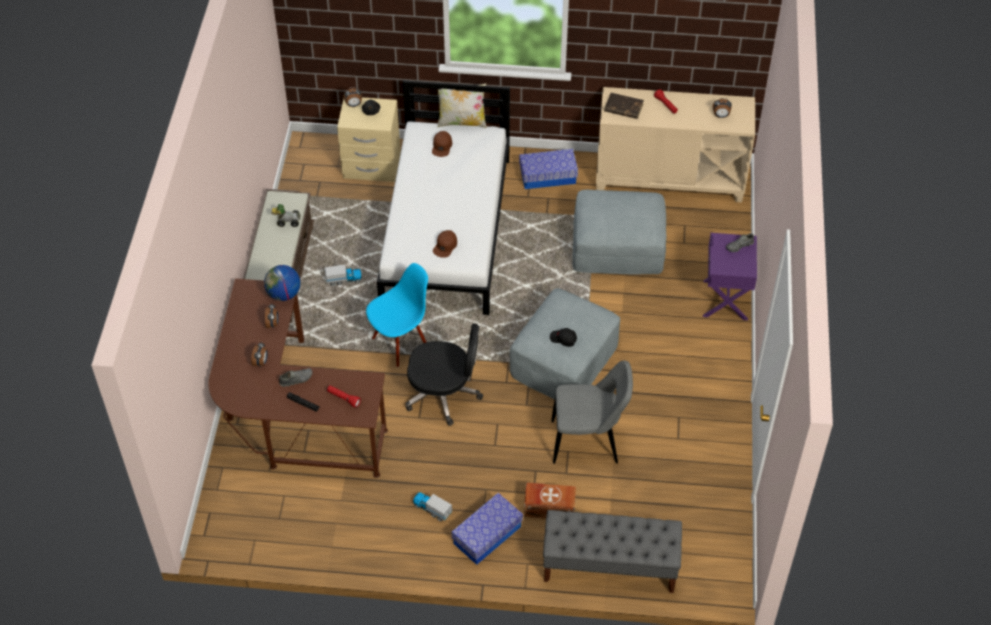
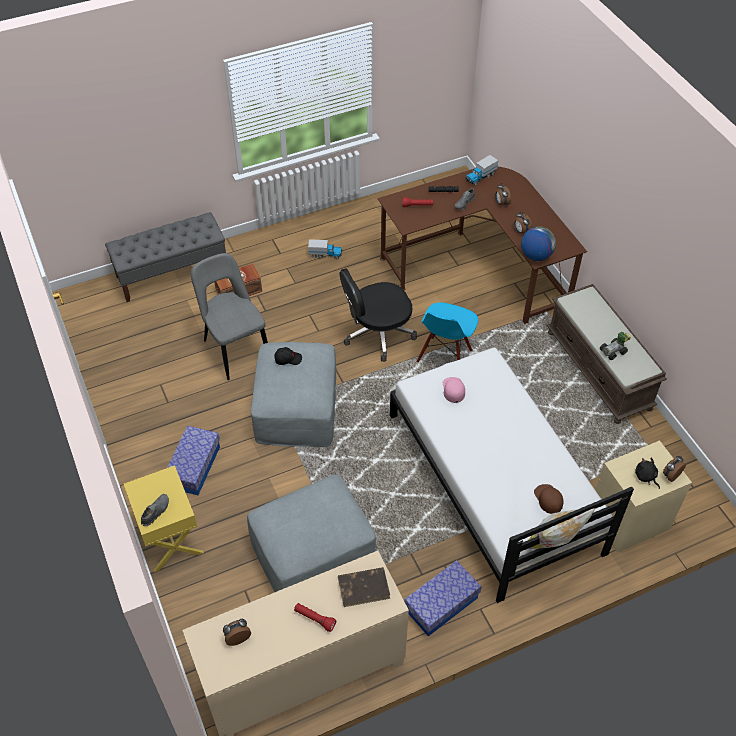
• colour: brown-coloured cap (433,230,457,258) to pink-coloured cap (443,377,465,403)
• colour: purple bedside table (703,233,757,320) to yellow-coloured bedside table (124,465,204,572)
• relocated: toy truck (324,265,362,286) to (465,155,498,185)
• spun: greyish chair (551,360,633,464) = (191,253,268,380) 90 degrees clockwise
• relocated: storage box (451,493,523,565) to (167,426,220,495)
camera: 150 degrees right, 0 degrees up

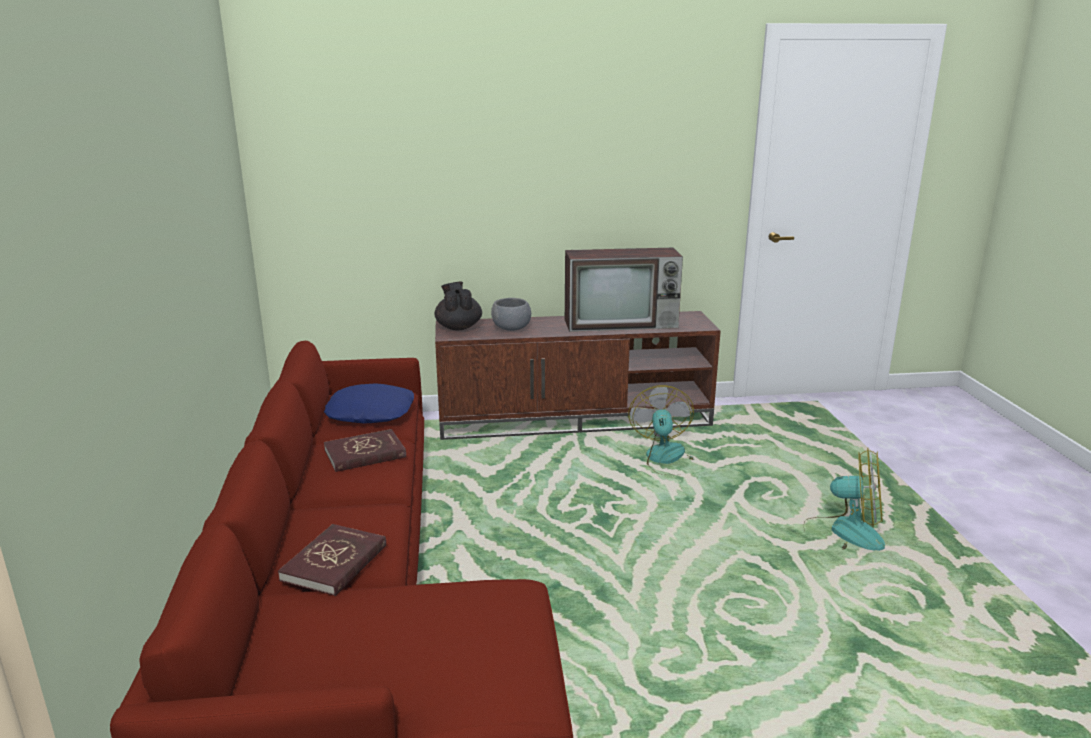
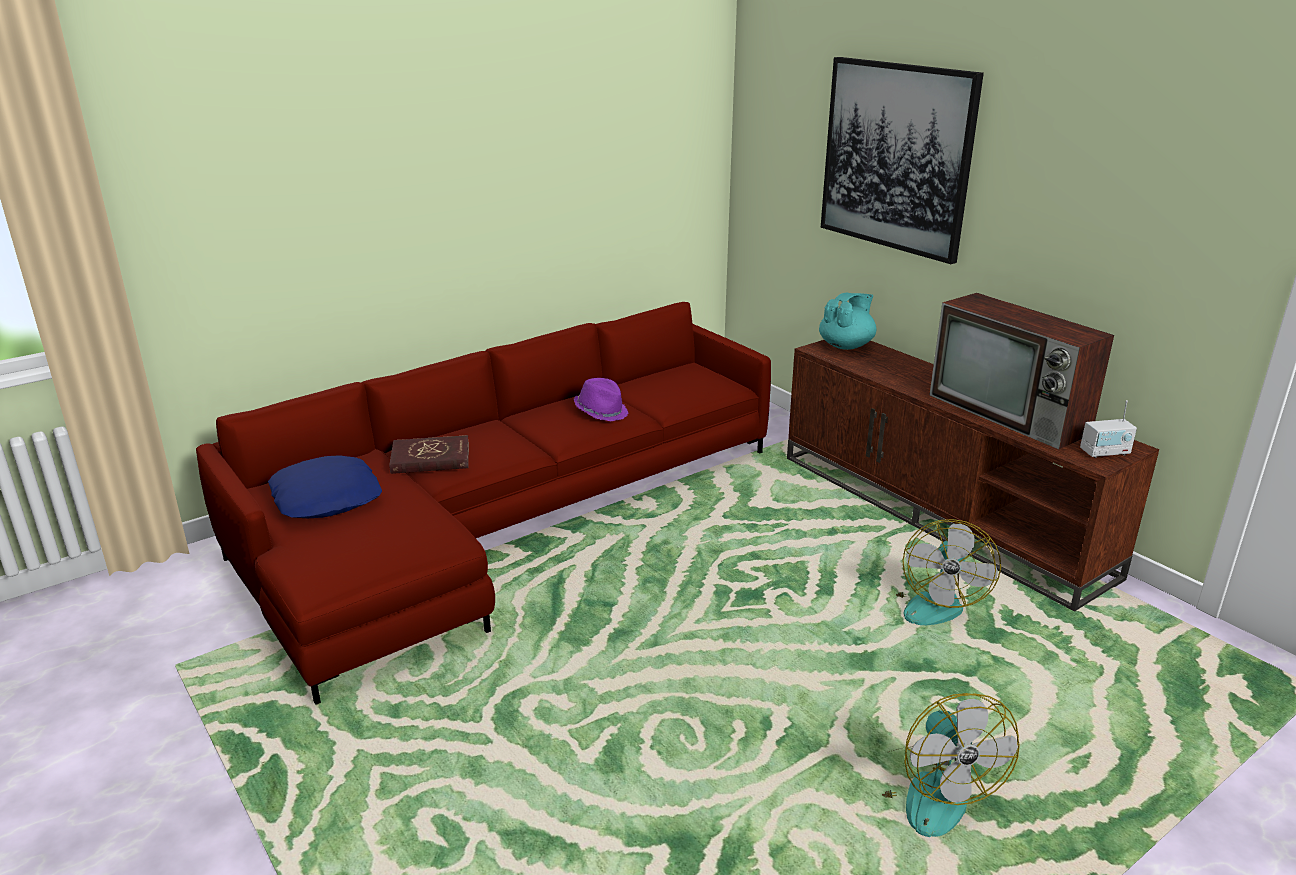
• colour: blackish tea pot (435,281,482,330) to blue-green tea pot (819,293,876,350)
• missing: greyish deep dish (491,298,531,331)
• relocated: blue throw pillow (324,383,414,423) to (268,455,382,518)
• spun: cooling fan (628,385,694,475) = (896,519,1001,625) 135 degrees clockwise
• exchanged: reddish book (324,429,406,472) to purple wearable hat (574,378,628,421)
• appeared: wall art (821,57,984,264)
• appeared: radio receiver (1080,400,1137,458)
camera: 60 degrees right, 5 degrees up

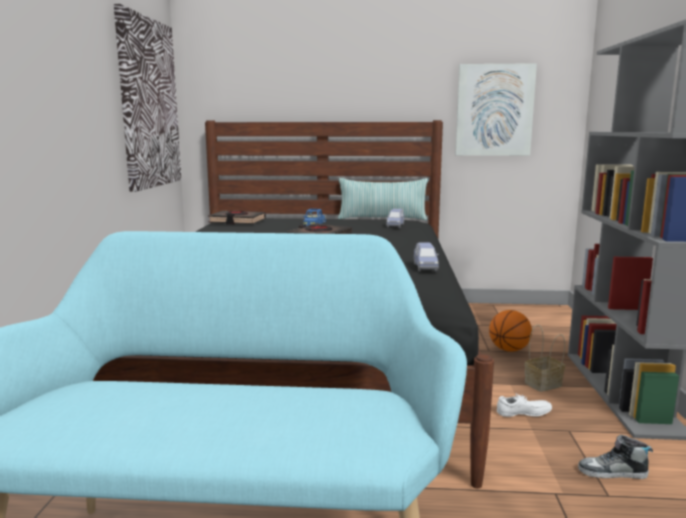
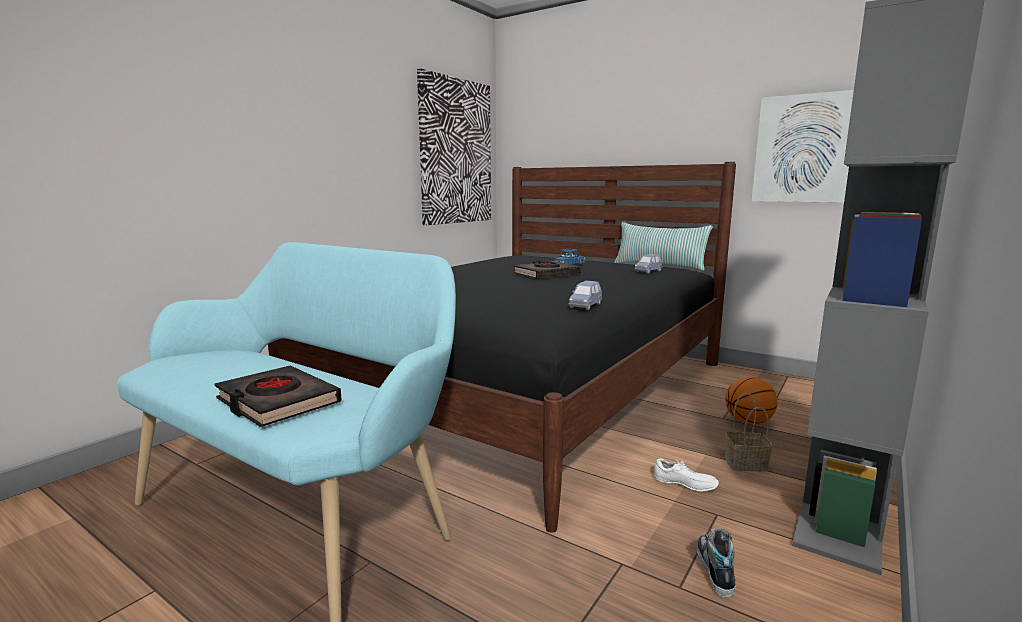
• relocated: blackish book (208,211,266,224) to (215,366,341,427)
• spun: shoe (578,435,653,479) = (697,528,736,598) 60 degrees clockwise
camera: 30 degrees right, 0 degrees up

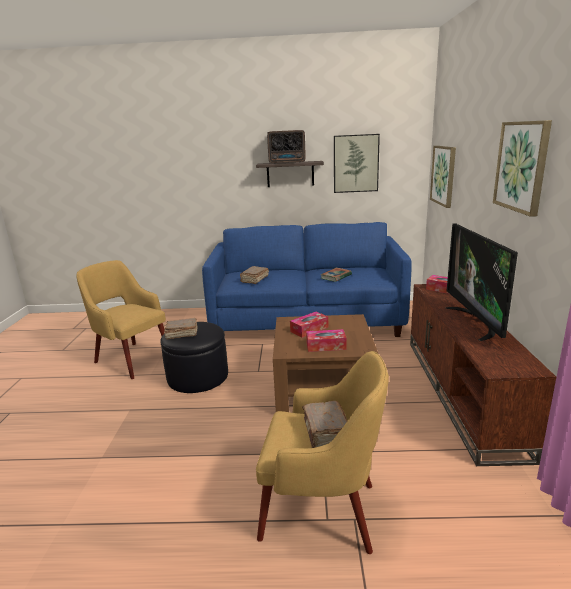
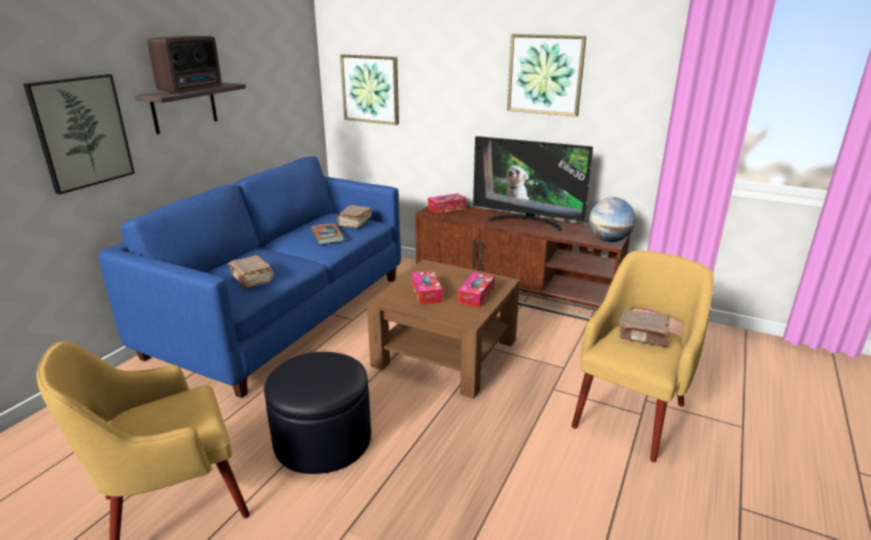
• relocated: wall art (334,134,380,193) to (23,74,135,194)
• relocated: brown-coloured book (164,318,198,340) to (337,205,372,229)
• appeared: world globe (589,197,636,242)
camera: 65 degrees left, 5 degrees up

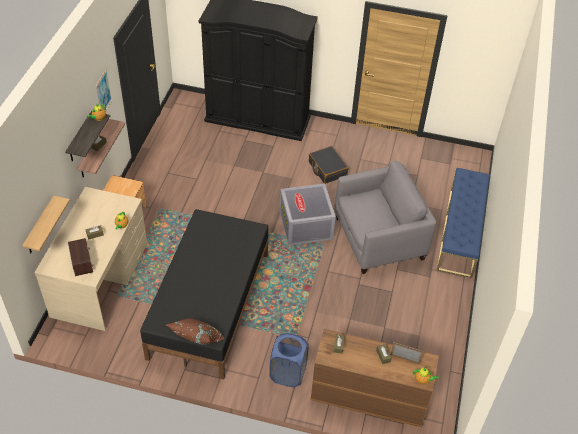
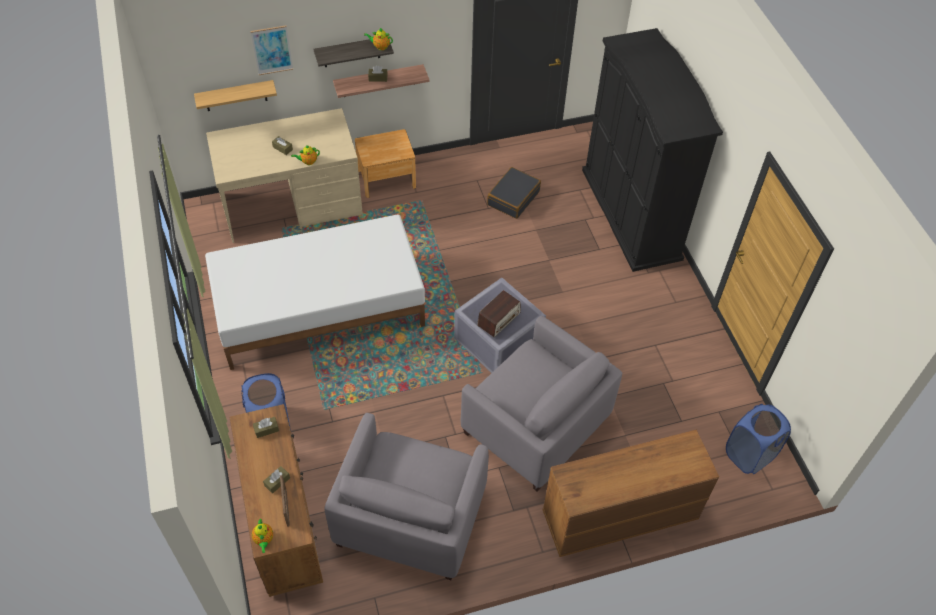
• relocated: wall art (95,69,112,111) to (251,25,293,75)
• relocated: blackish piece of luggage (309,146,348,184) to (487,167,541,219)
• exchanged: blue long seat (437,168,490,278) to brown-coloured drawer chest (543,430,719,557)
• colour: blackish sleeping bed (140,209,268,379) to whitish sleeping bed (205,214,425,370)
• relocated: radio receiver (68,238,93,276) to (477,290,521,337)
• missing: brown-coloured throw pillow (166,318,224,345)
• appeared: blue hamper (726,404,791,474)
• appeared: greyish lounge chair (324,413,489,580)
camera: 60 degrees right, 5 degrees up

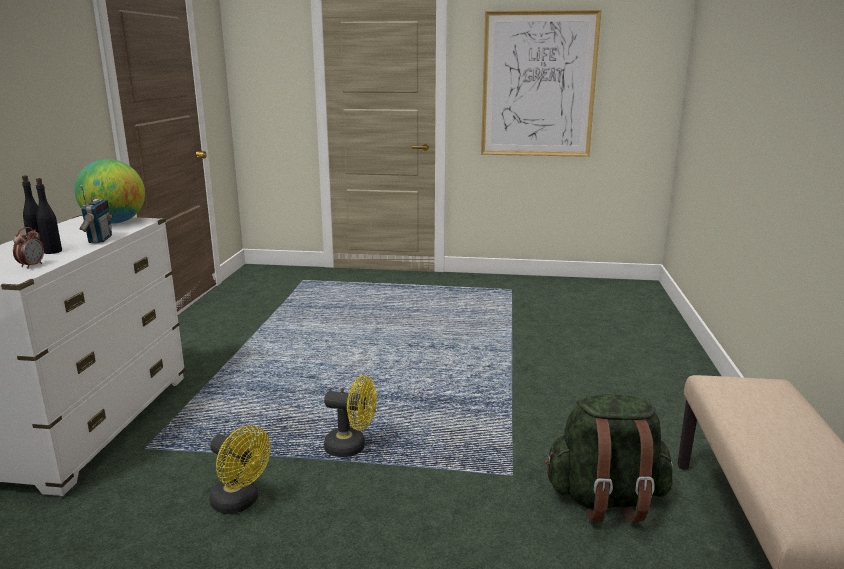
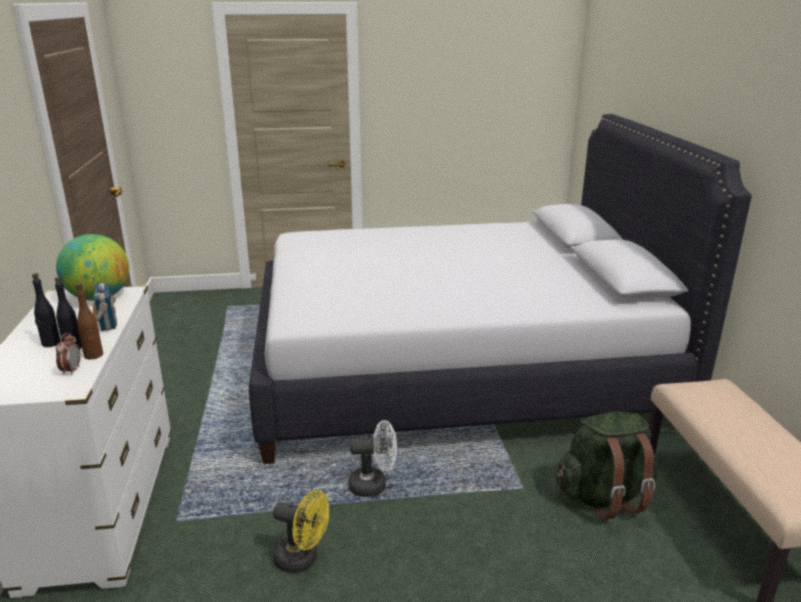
• missing: wall art (481,10,602,157)
• colour: yellow-coloured cooling fan (324,375,377,457) to whitish cooling fan (349,420,397,497)
• appeared: whitish sleeping bed (249,114,752,464)
• appeared: brown-coloured drink bottle (76,283,103,359)
camera: 15 degrees left, 5 degrees up

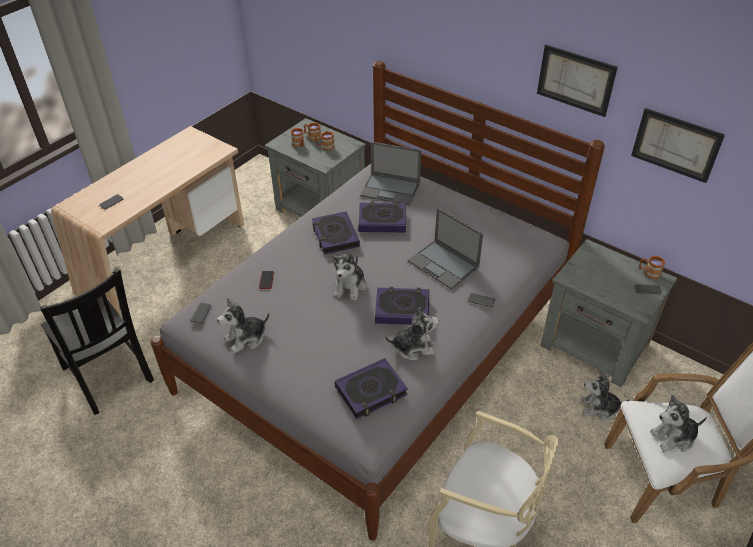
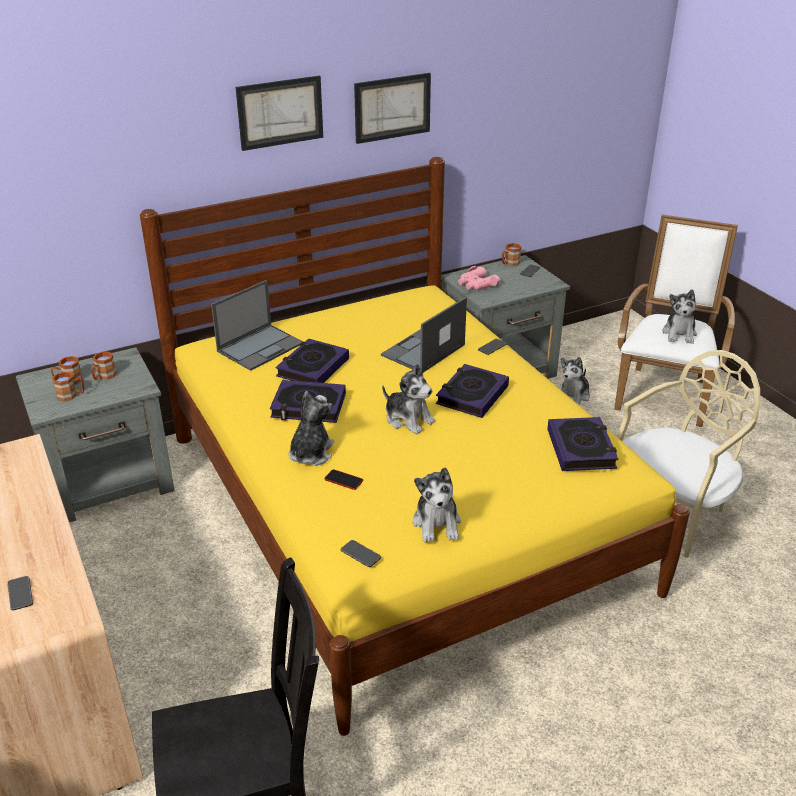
• colour: greyish sleeping bed (150,61,605,541) to yellow-coloured sleeping bed (140,157,690,736)
• relocated: wall art (631,108,725,183) to (236,76,323,151)
• spun: laptop (408,208,483,290) = (381,297,467,373) 150 degrees clockwise
• relocated: soft toy (385,307,439,360) to (289,391,334,466)
• appeared: pink-coloured pair of binoculars (458,266,500,290)
camera: 65 degrees left, 10 degrees down

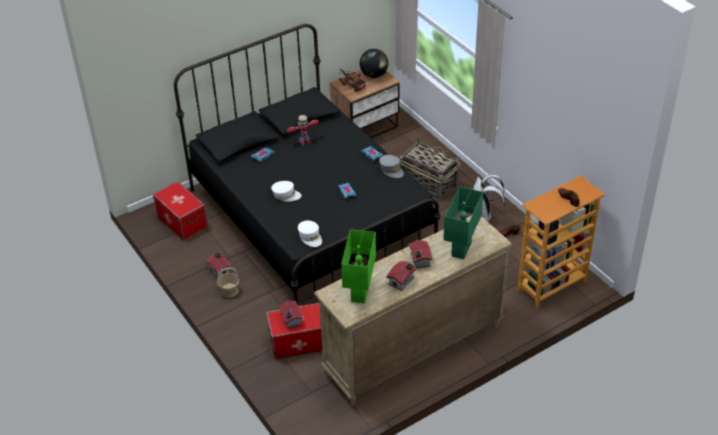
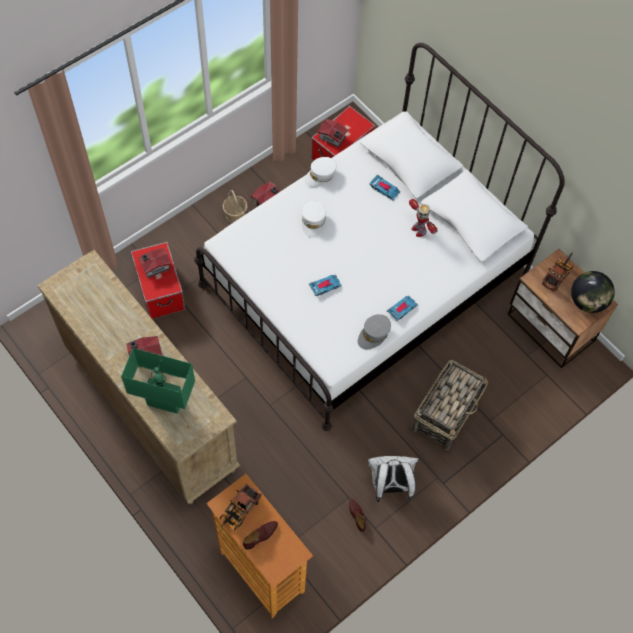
• colour: blackish sleeping bed (174,24,441,304) to whitish sleeping bed (194,43,565,431)
• relocated: whitish cap (298,221,322,247) to (304,157,337,187)
• missing: green-coloured table lamp (341,229,376,303)
• relocated: miniature house (386,261,417,291) to (317,119,348,147)
• appeared: toy truck (220,483,262,531)
camera: 80 degrees right, 20 degrees up

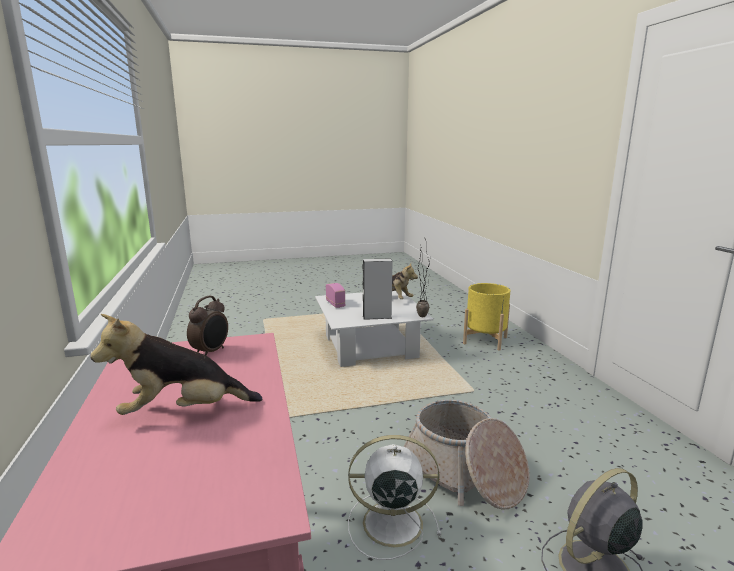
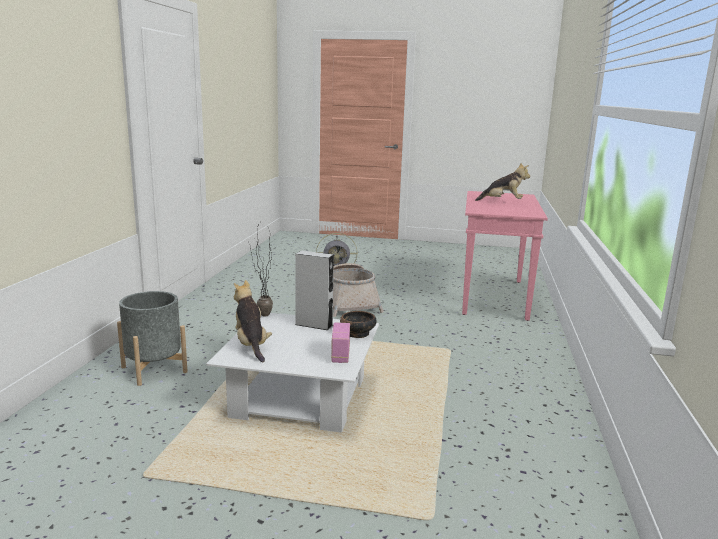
• colour: yellow-coloured plant pot (463,283,511,351) to greyish plant pot (117,291,188,386)
• missing: table clock (187,296,228,355)
• missing: whitish cooling fan (348,435,441,560)
• appeared: deep dish (340,311,377,338)
camera: 155 degrees left, 0 degrees up

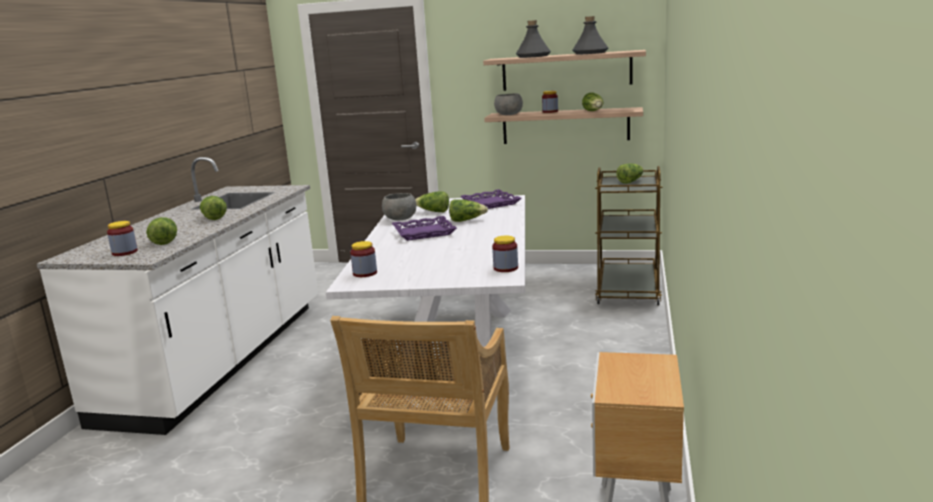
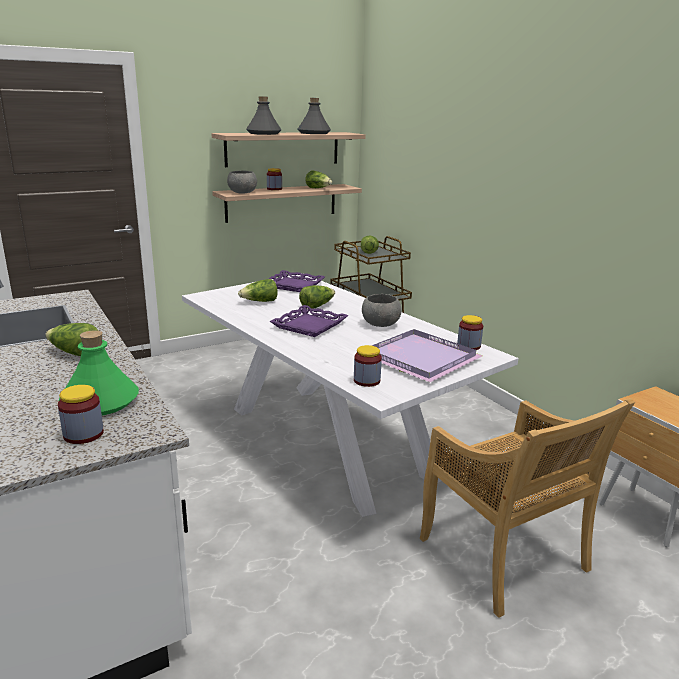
• relocated: greyish deep dish (382,193,416,221) to (362,294,402,327)
• exchanged: lettuce head (146,217,177,245) to green-coloured drink bottle (58,330,139,416)
• appeared: purple tray (372,329,483,382)
camera: 45 degrees left, 5 degrees up

